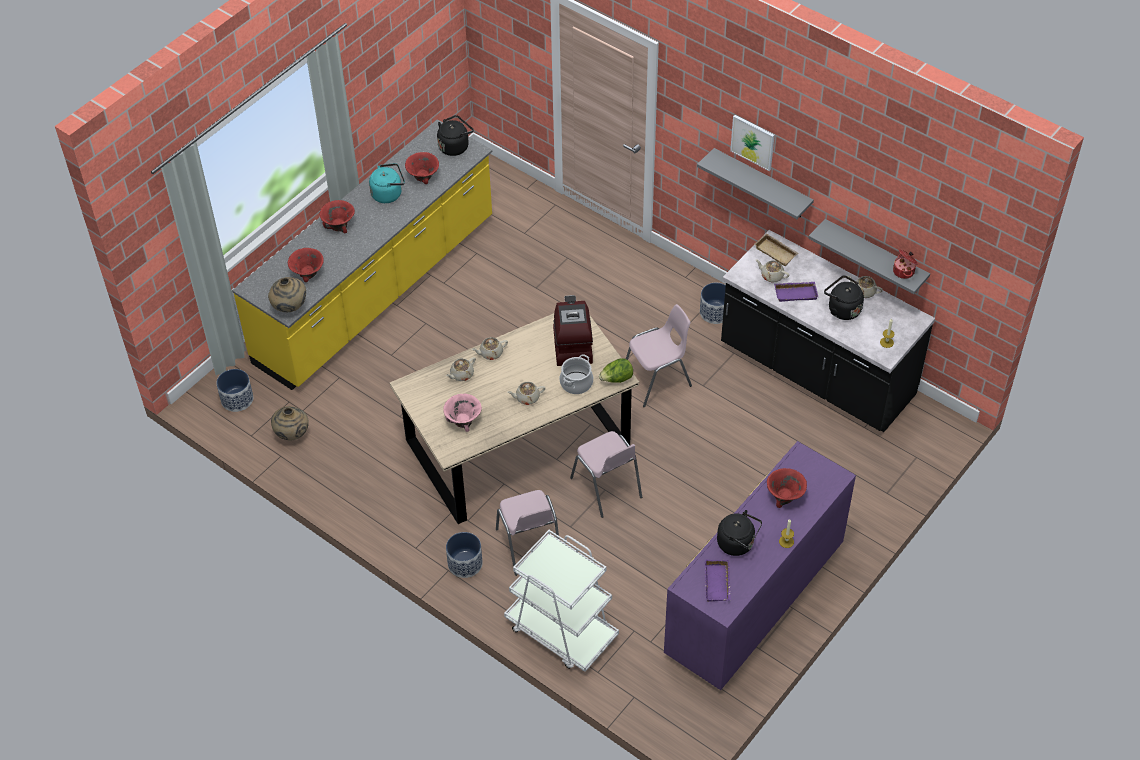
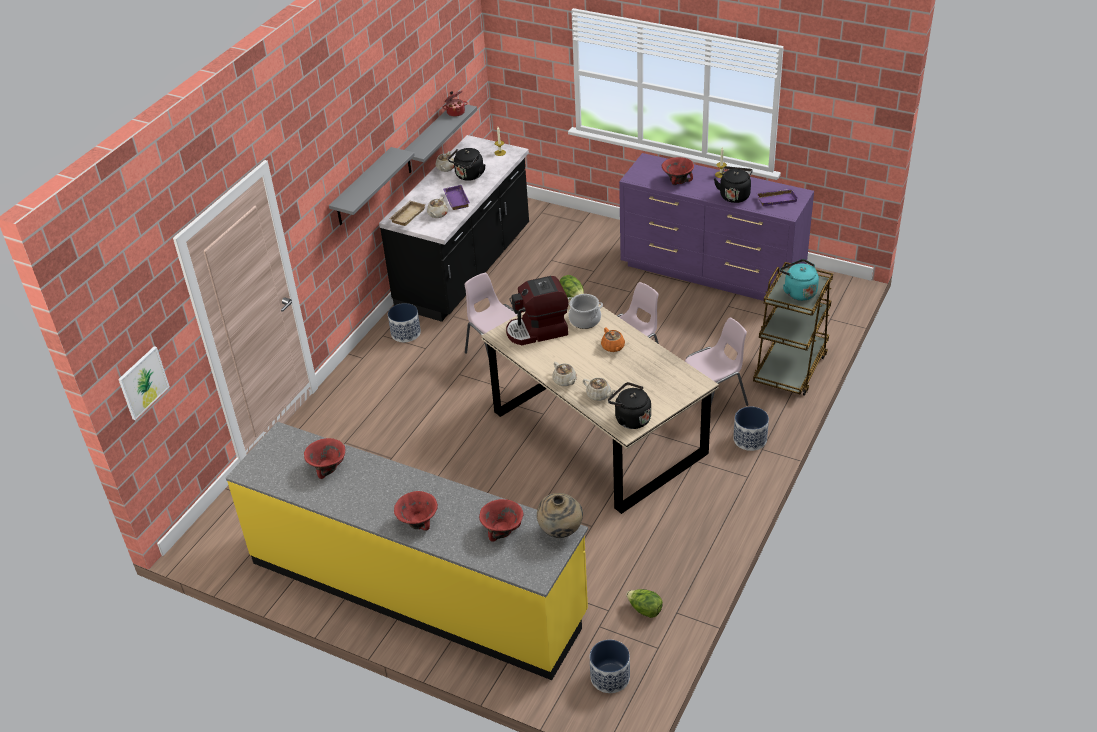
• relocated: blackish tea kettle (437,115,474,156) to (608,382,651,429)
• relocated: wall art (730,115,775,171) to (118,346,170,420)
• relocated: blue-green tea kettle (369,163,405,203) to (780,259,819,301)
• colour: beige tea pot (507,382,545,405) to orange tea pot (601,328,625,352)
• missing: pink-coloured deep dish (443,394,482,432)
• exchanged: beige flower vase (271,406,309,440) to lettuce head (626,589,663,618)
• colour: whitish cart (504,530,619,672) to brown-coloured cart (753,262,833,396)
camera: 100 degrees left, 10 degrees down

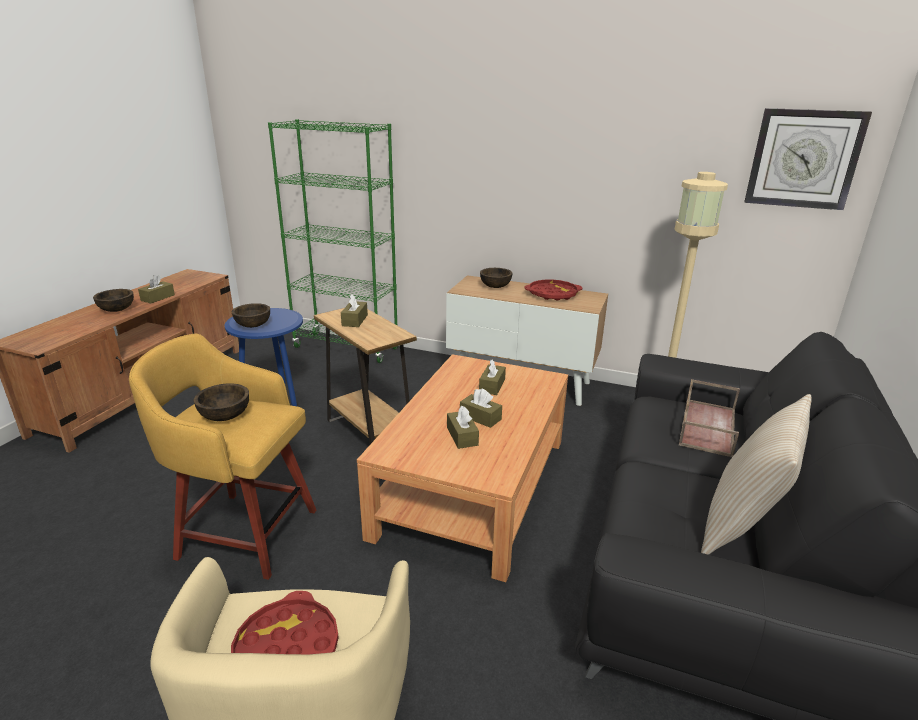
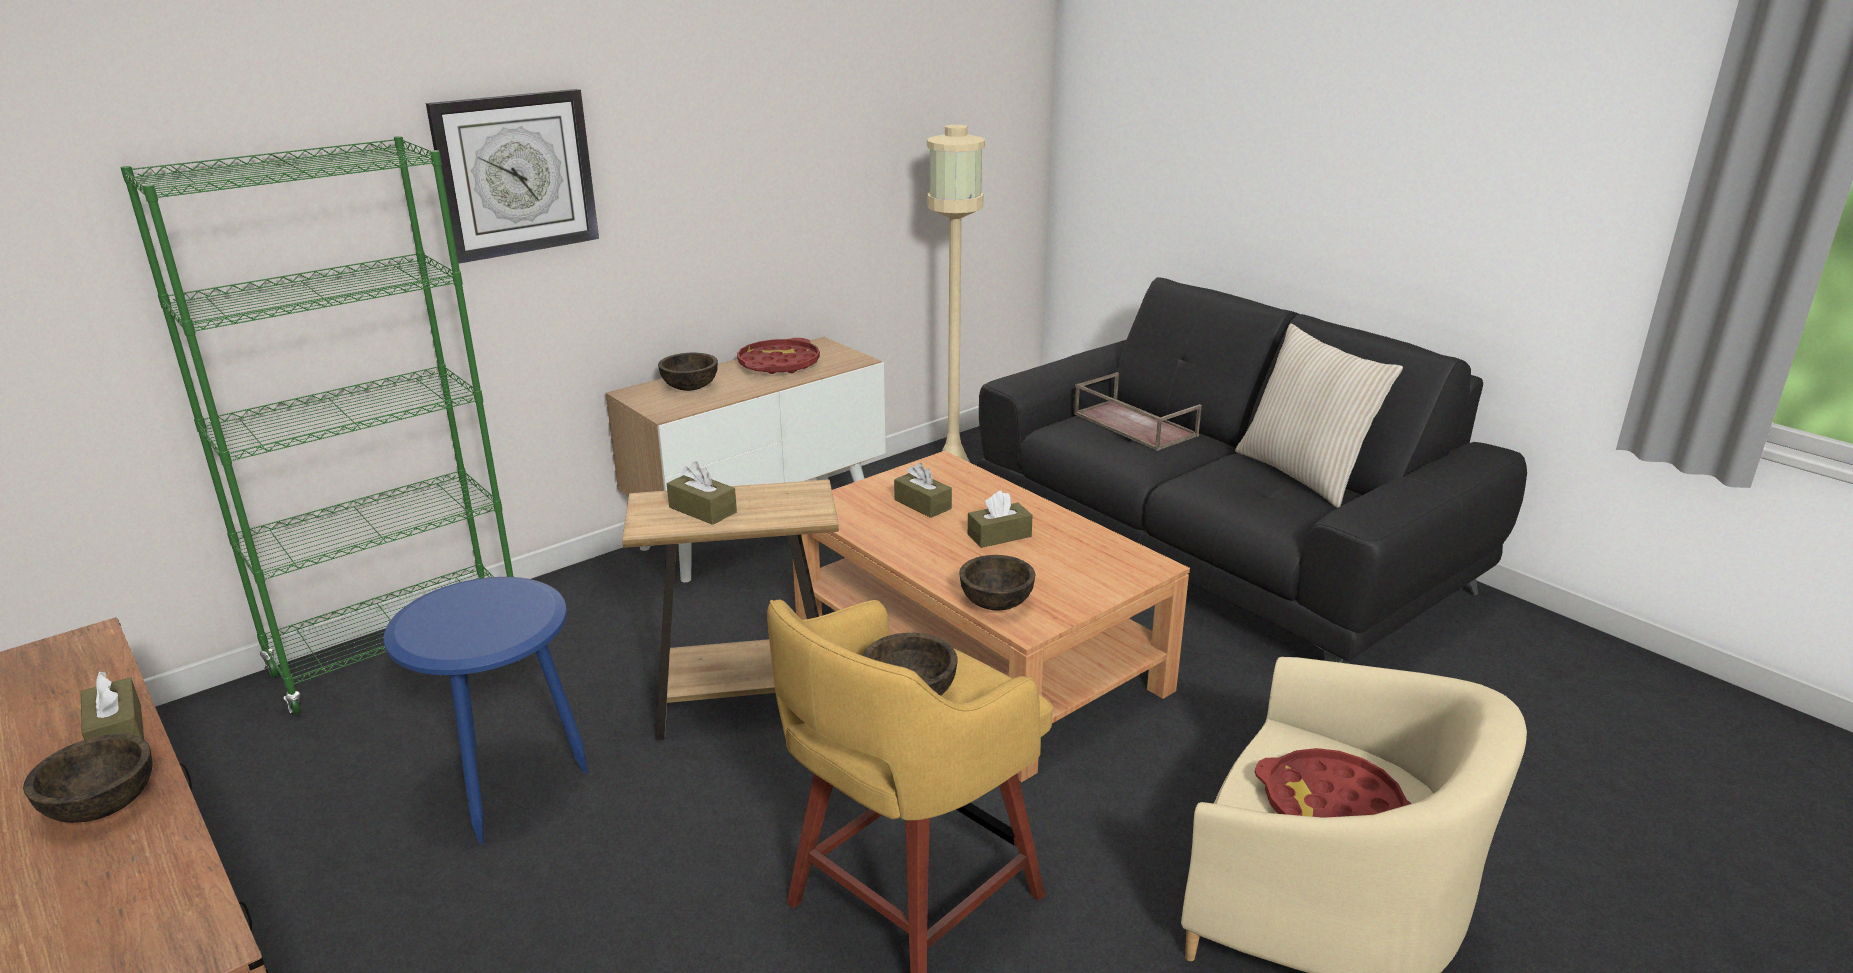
• relocated: hanging clock (744,108,872,210) to (426,89,599,264)
• relocated: brown-coloured deep dish (232,303,270,328) to (959,555,1036,610)
• missing: brown-coloured tissue box (447,406,479,449)
camera: 60 degrees left, 0 degrees up

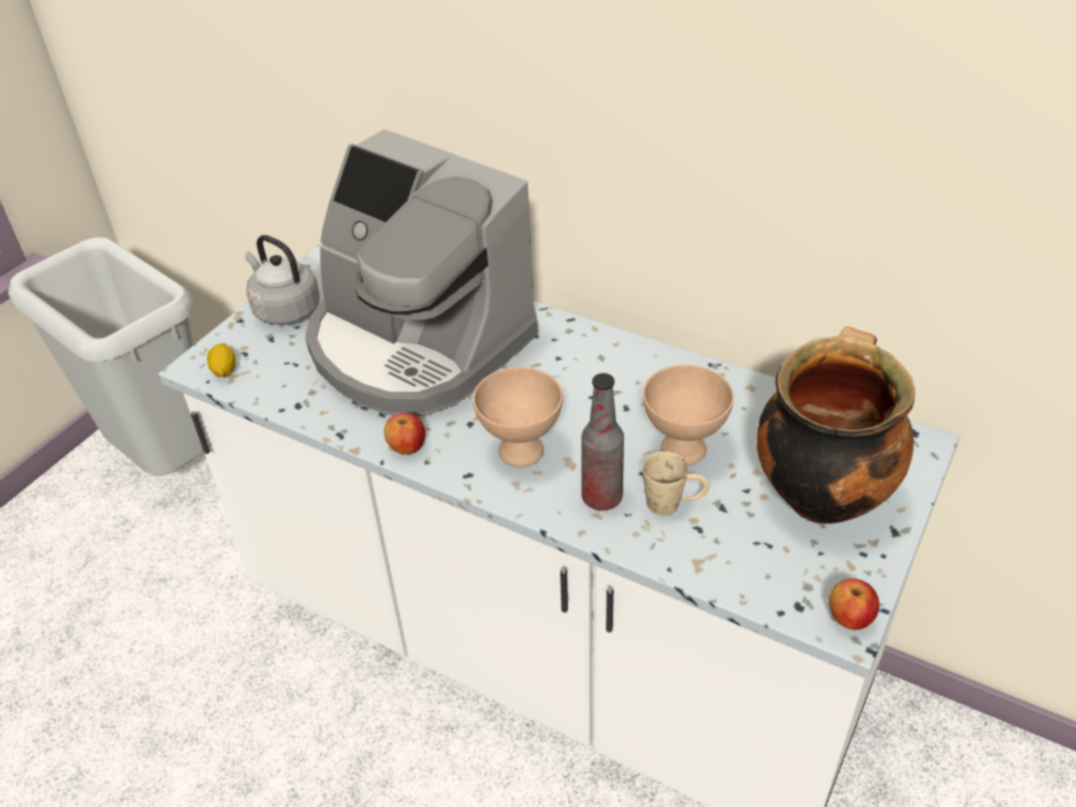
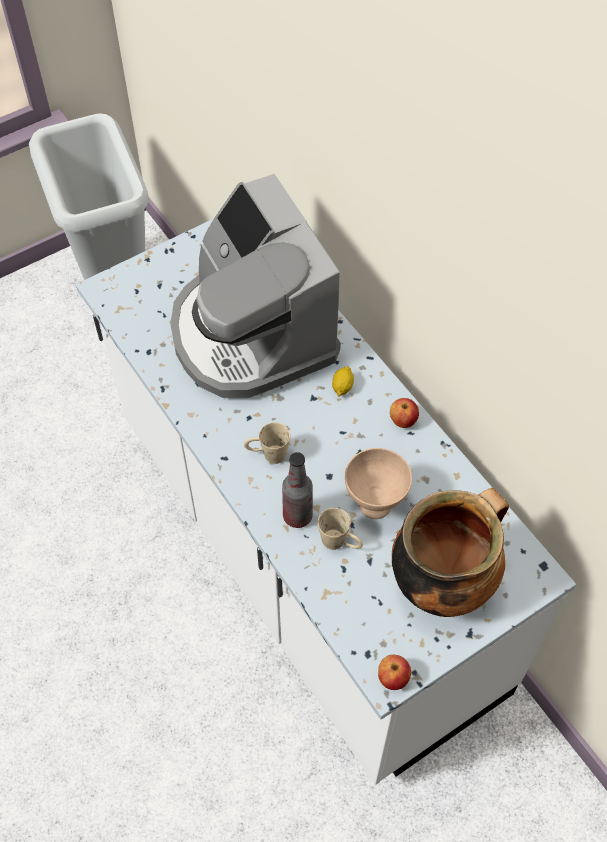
• missing: greyish tea kettle (245,235,320,325)
• relocated: citrus fruit (207,343,235,377) to (332,366,354,397)
• exchanged: beige deep dish (473,367,563,467) to beige mug (244,422,290,464)
• relocated: whole apple (384,413,425,455) to (390,398,419,428)
camera: 25 degrees right, 15 degrees up

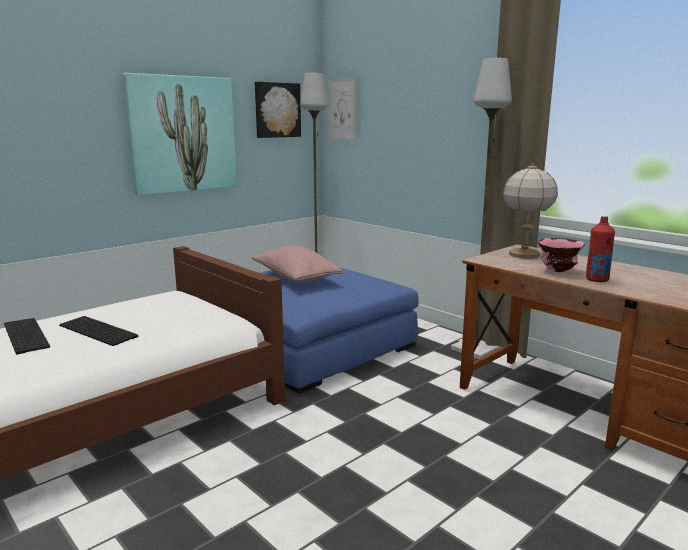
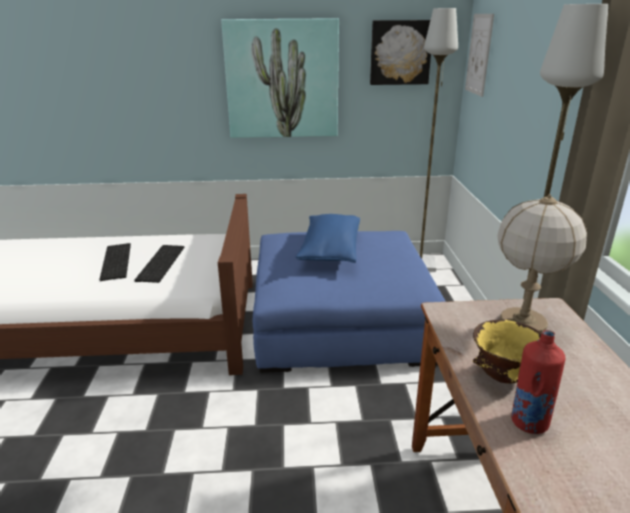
• colour: pink-coloured deep dish (538,238,585,272) to yellow-coloured deep dish (473,320,542,384)
• colour: pink-coloured throw pillow (252,245,343,282) to blue throw pillow (296,214,360,263)
• relocated: PC keyboard (4,318,50,355) to (135,245,185,283)
camera: 40 degrees right, 10 degrees up

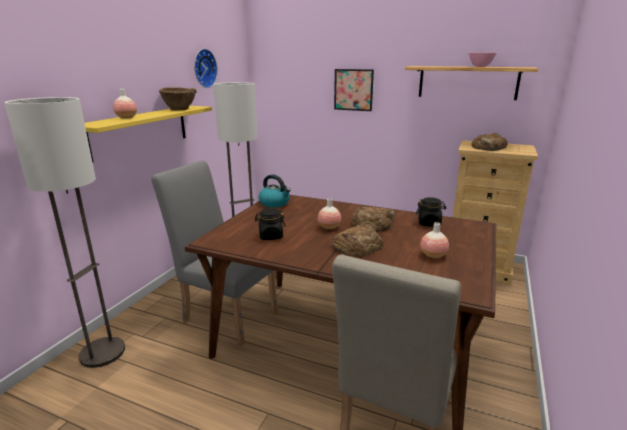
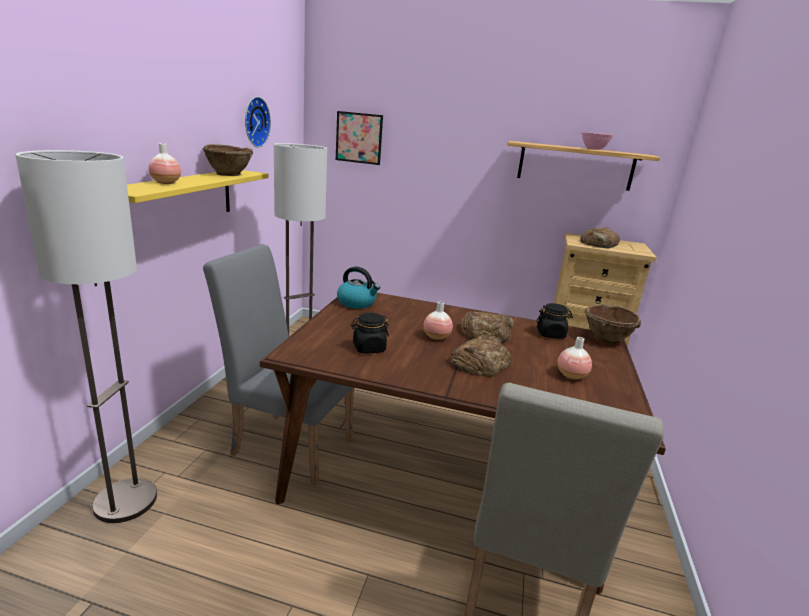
• relocated: wall art (334,69,374,111) to (336,111,383,165)
• appeared: brown-coloured deep dish (585,304,641,344)
camera: 10 degrees left, 0 degrees up

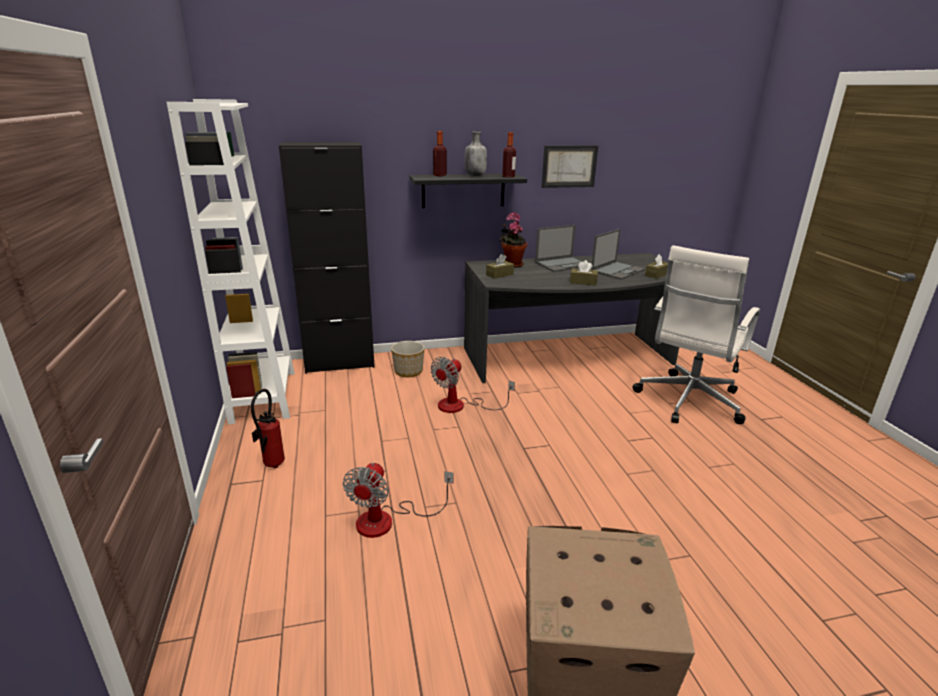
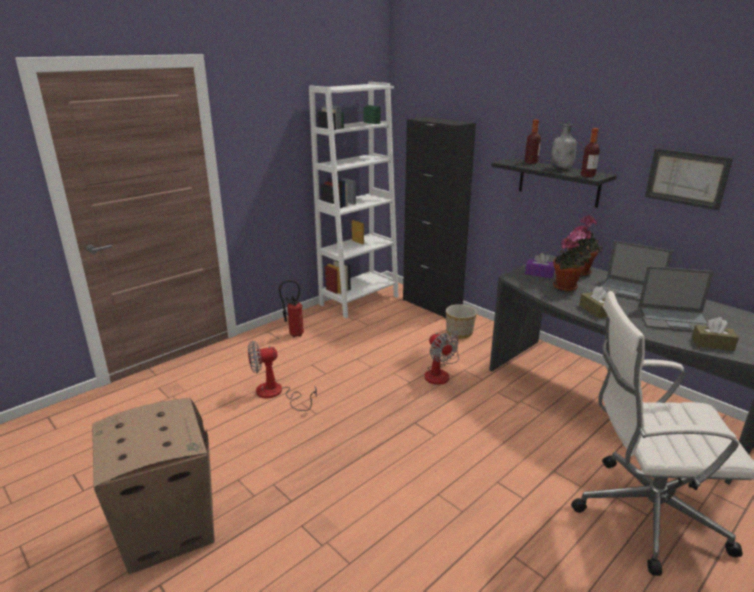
• colour: brown-coloured tissue box (486,254,514,279) to purple tissue box (525,253,555,278)
• spun: cooling fan (431,357,515,413) = (425,330,459,385) 120 degrees counterclockwise
• appeared: houseplant (553,230,591,291)
camera: 60 degrees right, 0 degrees up

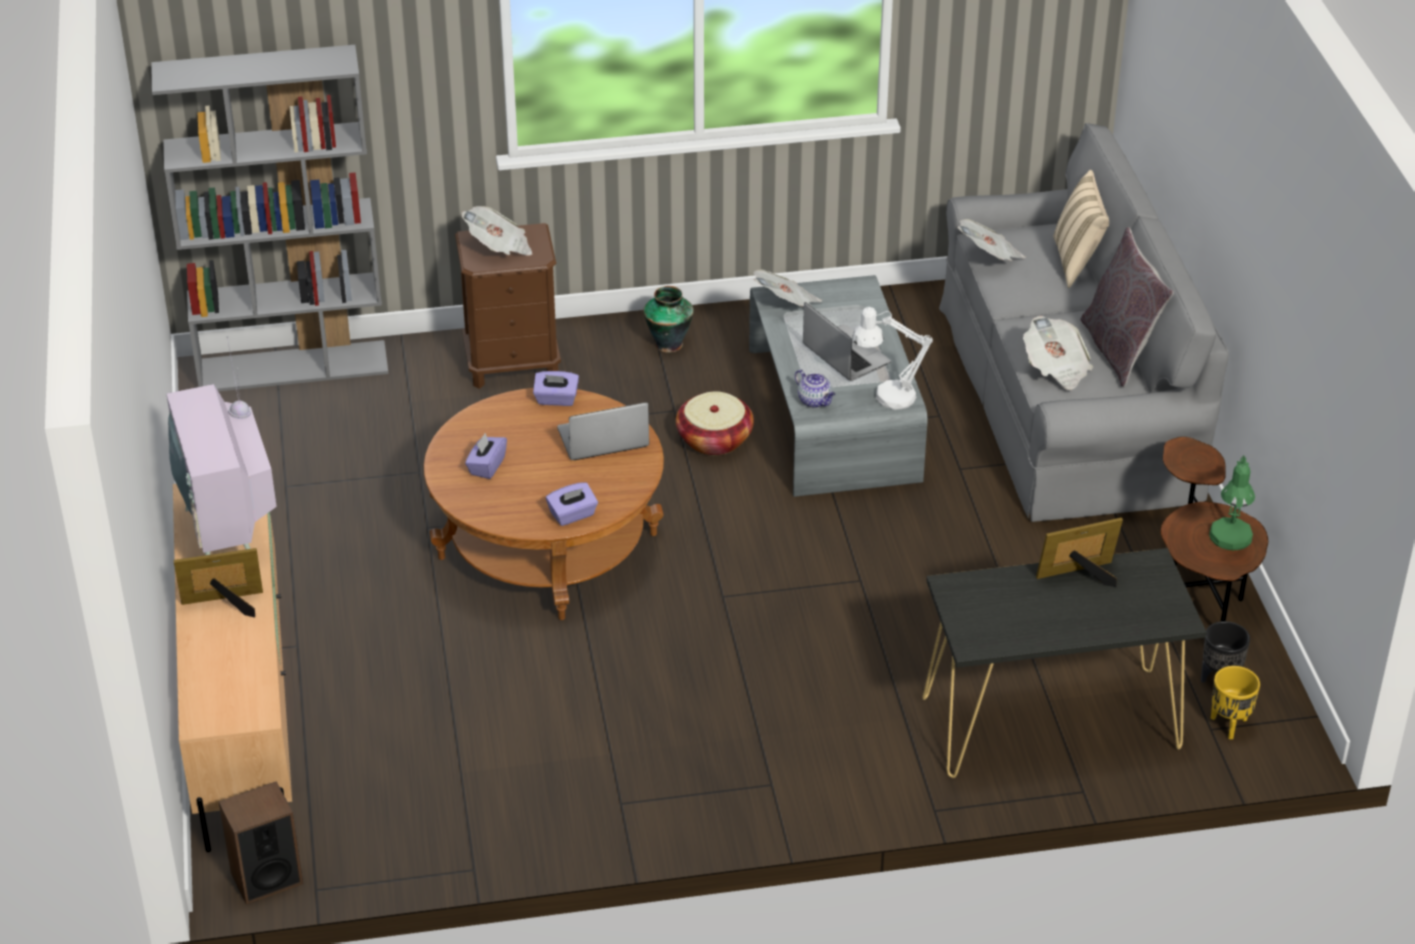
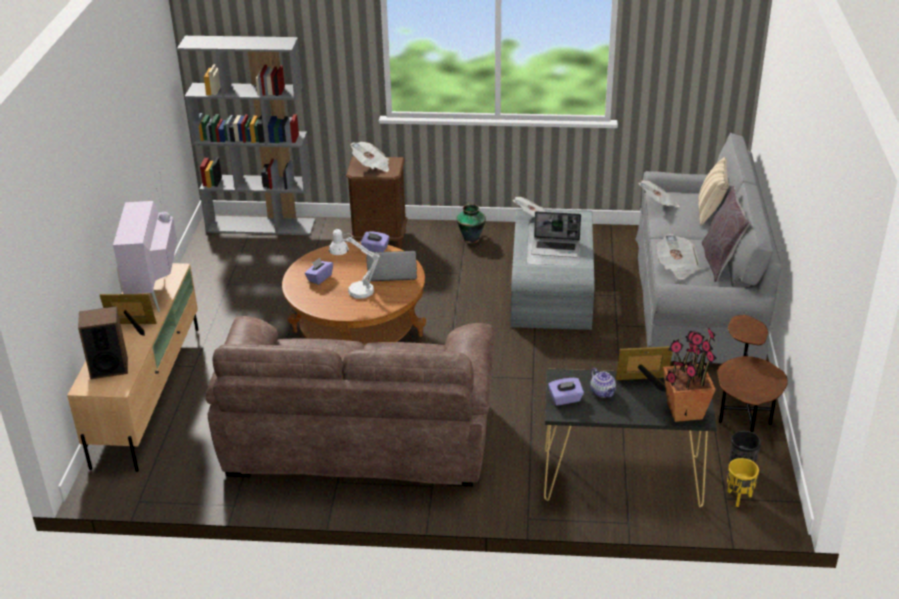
• spun: laptop (803,302,891,381) = (531,211,581,258) 120 degrees clockwise
• relocated: whitish table lamp (852,307,933,410) to (329,229,380,299)
• relocated: tea pot (795,369,835,408) to (590,368,616,398)
• missing: storage basket (676,391,754,456)
• missing: green-coloured table lamp (1209,455,1255,551)
• relocated: purple tissue box (546,482,598,526) to (548,378,584,405)
• relocated: audio speaker (219,781,303,905) to (78,306,128,379)
• appeared: brown-coloured settee (206,316,495,487)
• appeared: houseplant (663,327,717,422)
camera: 15 degrees right, 5 degrees down

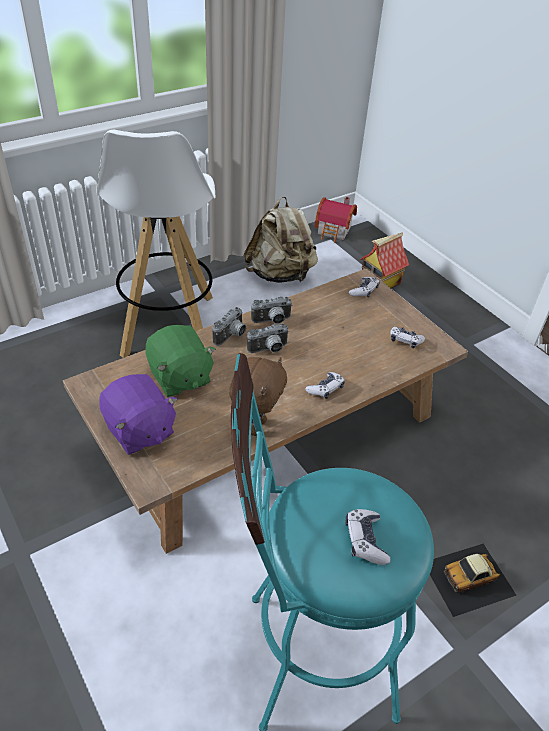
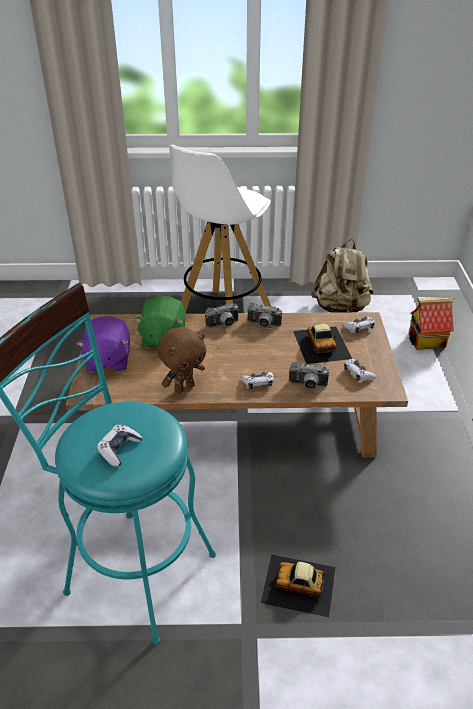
• missing: miniature house (315,197,357,243)
• relocated: still camera (247,323,289,353) to (289,362,329,389)
• appeared: toy car (293,323,352,364)
camera: 35 degrees right, 5 degrees down

